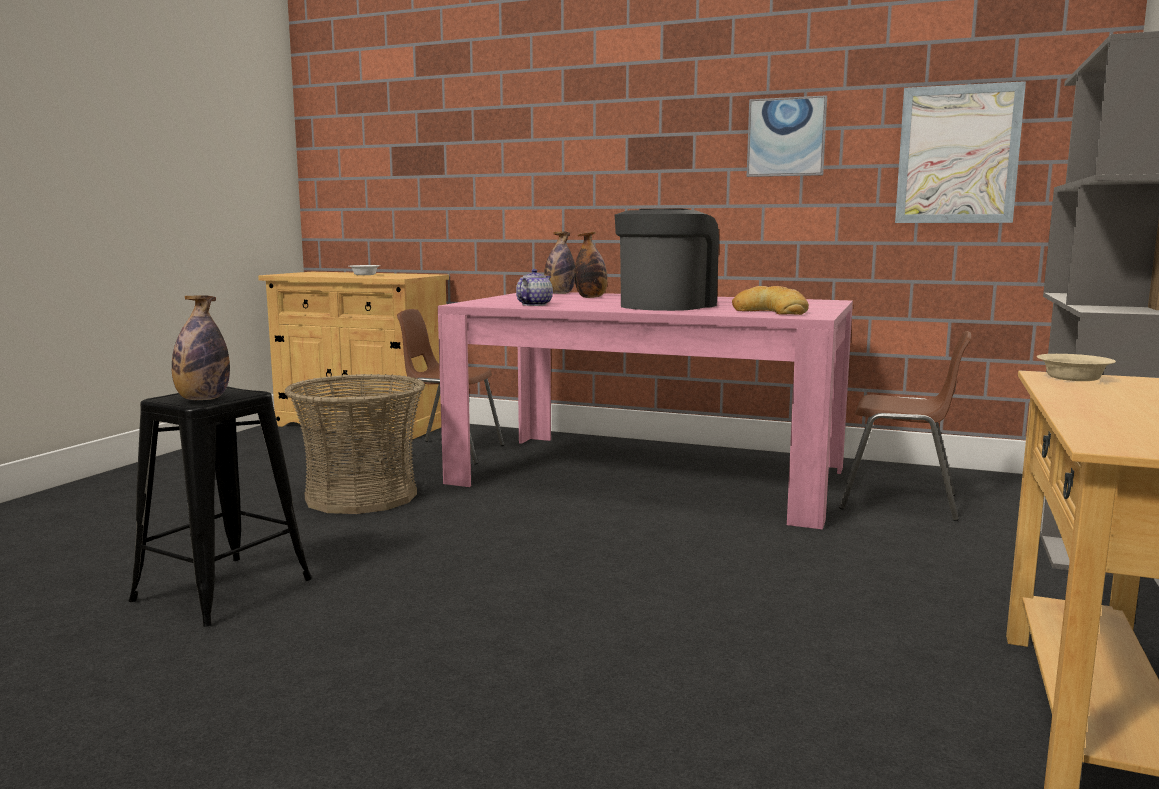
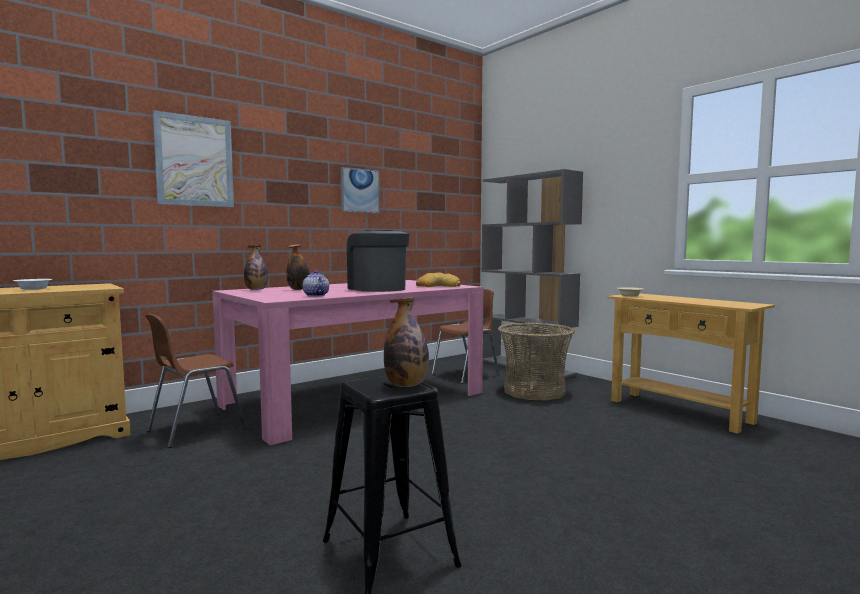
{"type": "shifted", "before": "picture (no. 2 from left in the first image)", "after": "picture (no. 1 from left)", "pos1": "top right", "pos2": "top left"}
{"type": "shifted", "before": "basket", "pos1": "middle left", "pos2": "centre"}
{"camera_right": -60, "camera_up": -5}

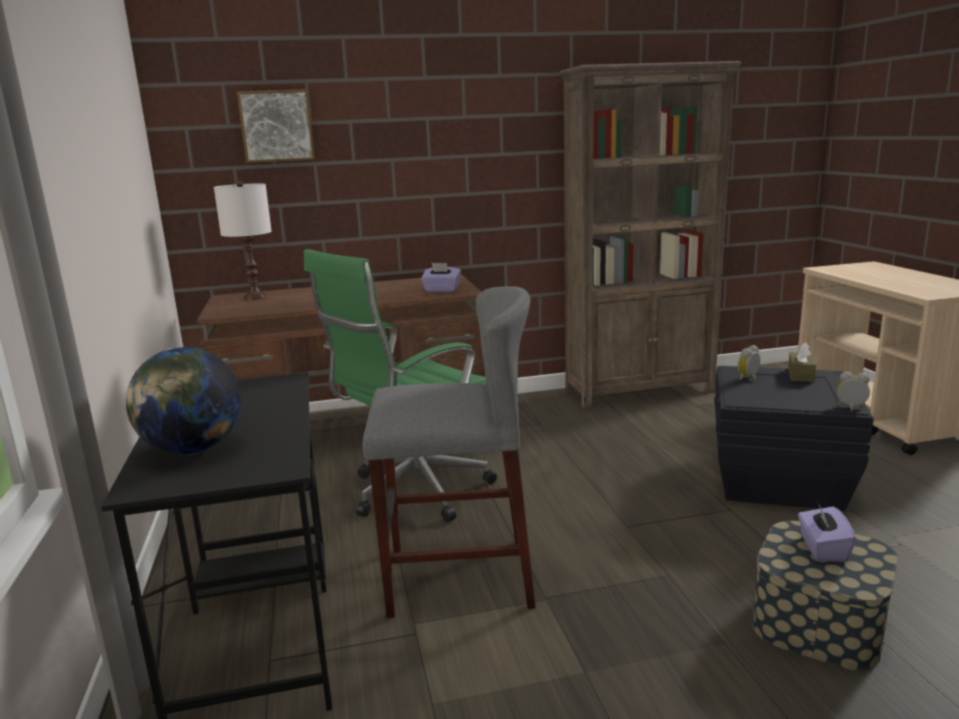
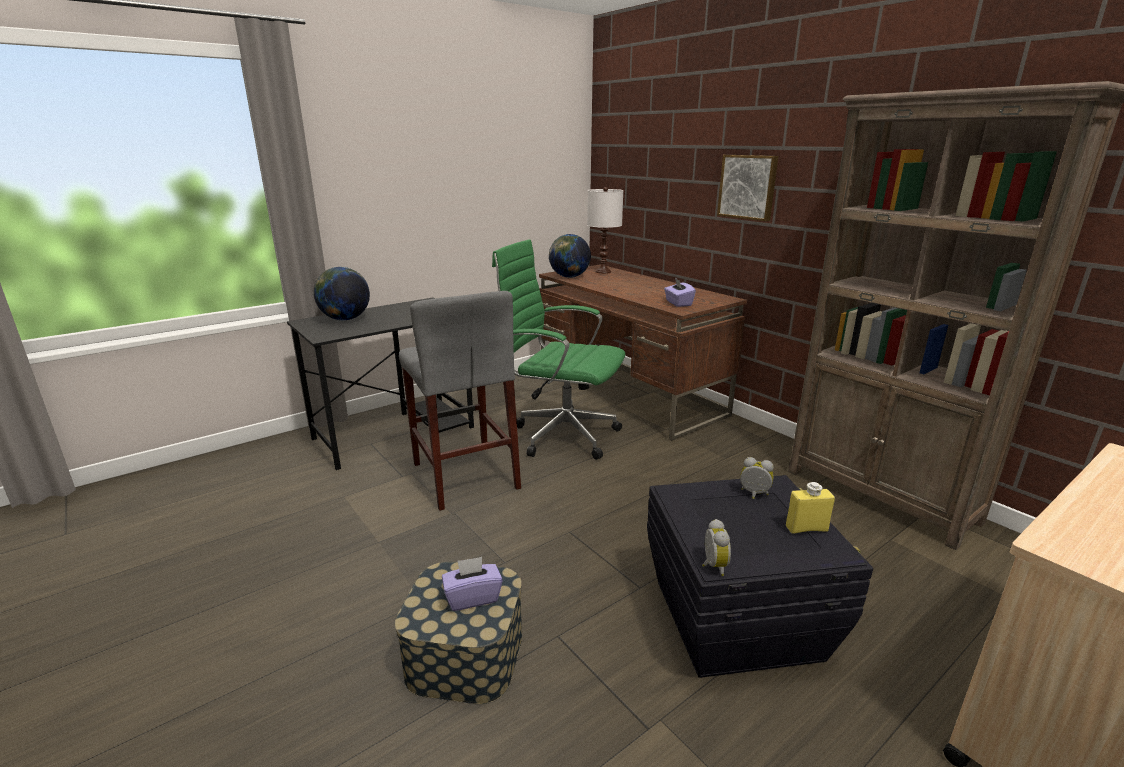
{"type": "shifted", "before": "picture", "pos1": "top left", "pos2": "top centre"}
{"type": "swapped", "before": "brown_tissue_box", "after": "yellow_bottle", "pos1": "middle right", "pos2": "middle right"}
{"type": "new", "after": "globe (no. 2 from left)", "pos2": "centre"}
{"camera_right": 65, "camera_up": 5}

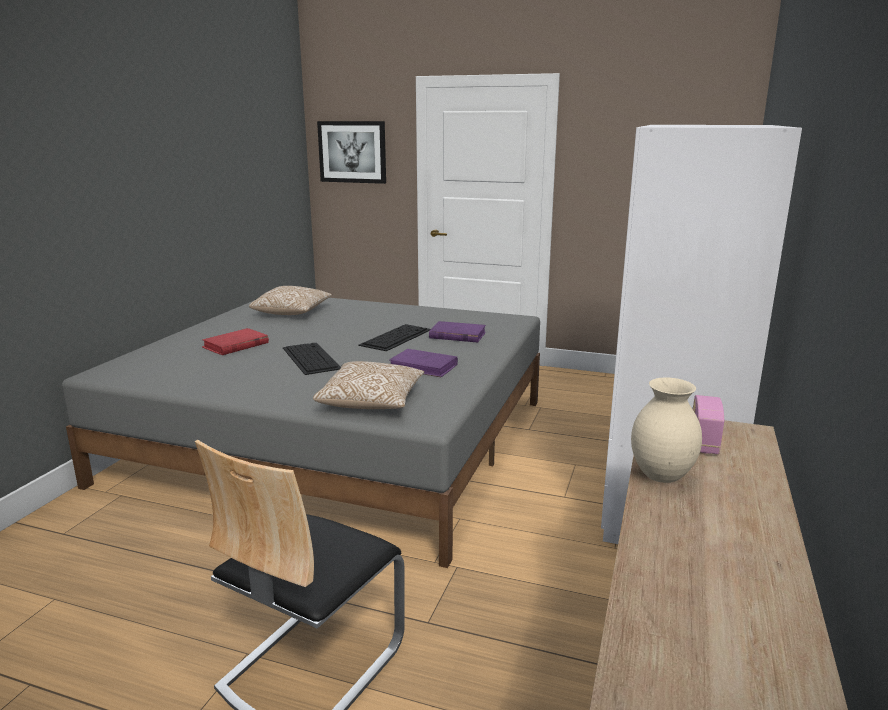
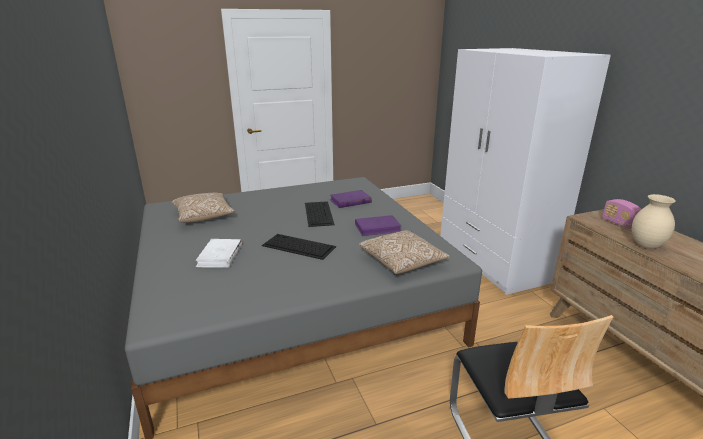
{"type": "gone", "before": "picture", "pos1": "top centre"}
{"type": "repainted", "before": "red_book", "after": "white_book", "pos1": "middle left", "pos2": "middle left"}
{"camera_right": -40, "camera_up": 5}

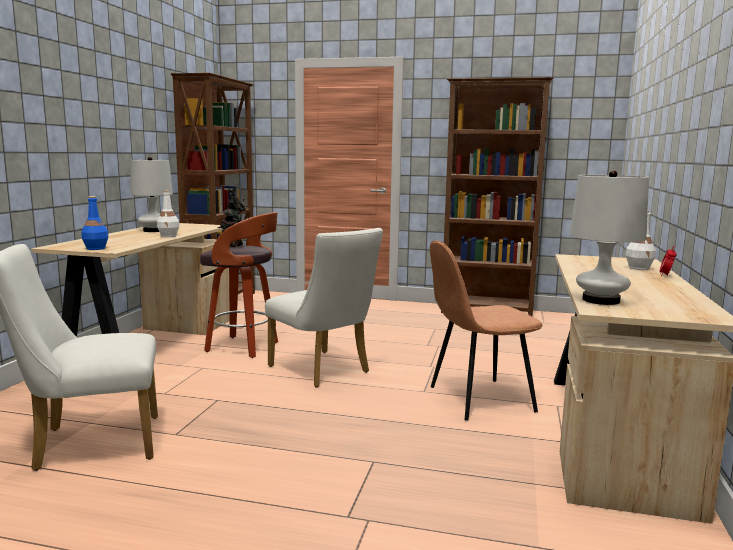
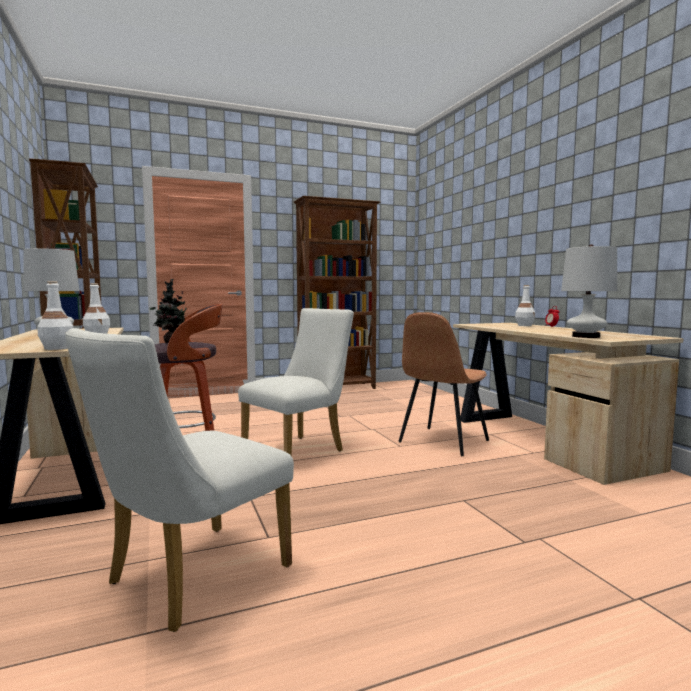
{"type": "repainted", "before": "blue_bottle", "after": "white_bottle (no. 1 from left)", "pos1": "middle left", "pos2": "middle left"}
{"type": "rotated", "before": "white_chair (no. 2 from left)", "pos1": "centre", "pos2": "centre", "turn": -60}
{"camera_right": -35, "camera_up": -5}

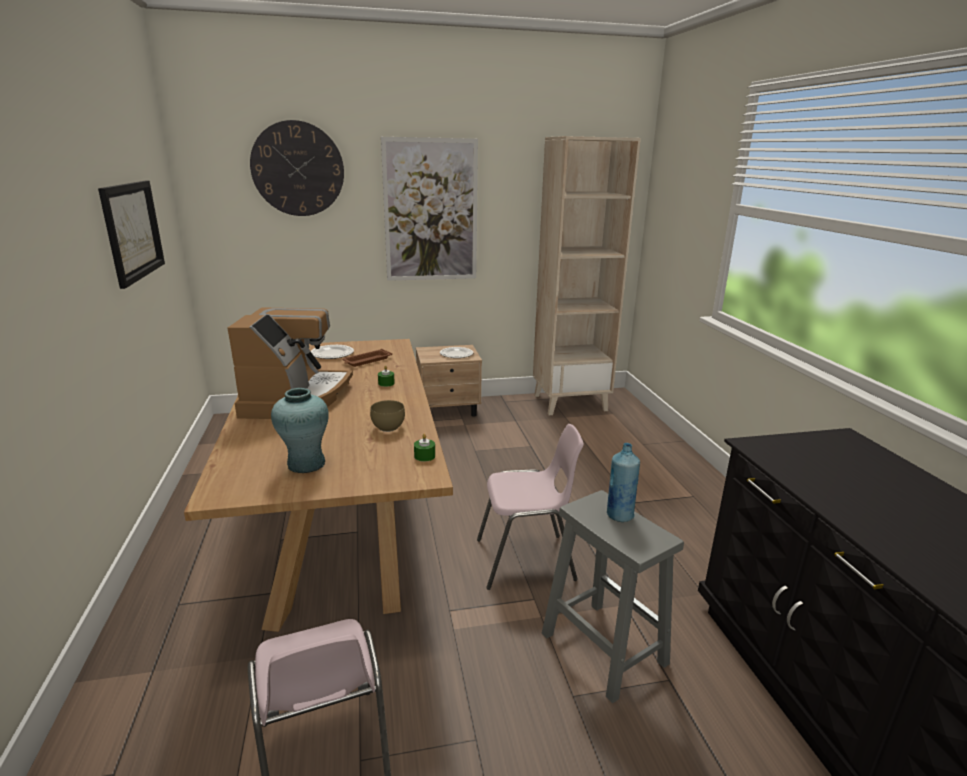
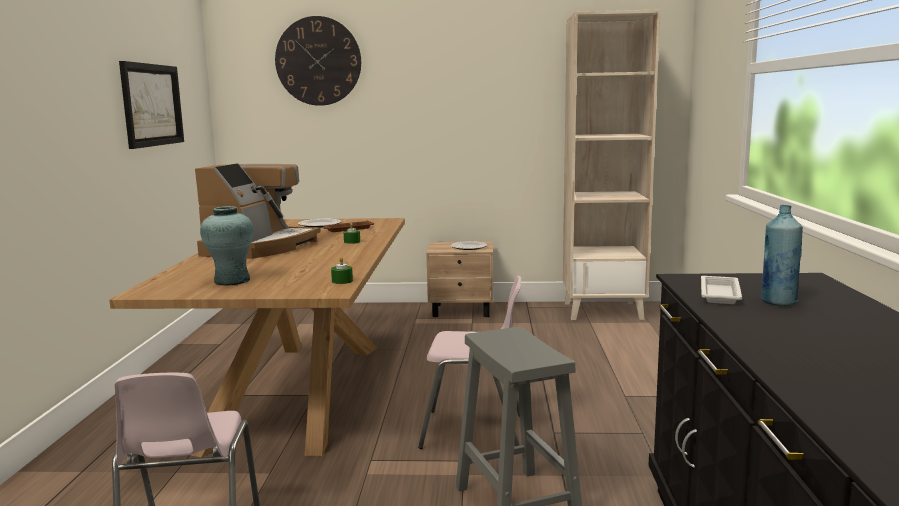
{"type": "gone", "before": "picture (no. 2 from left)", "pos1": "top centre"}
{"type": "gone", "before": "brown_bowl", "pos1": "centre"}
{"type": "shifted", "before": "blue_bottle", "pos1": "centre", "pos2": "middle right"}
{"type": "new", "after": "white_tray", "pos2": "middle right"}
{"camera_right": 15, "camera_up": -10}

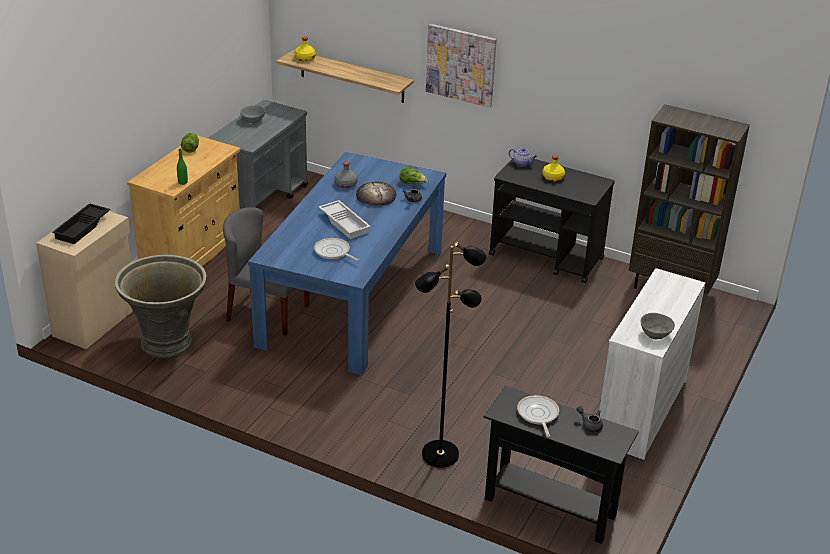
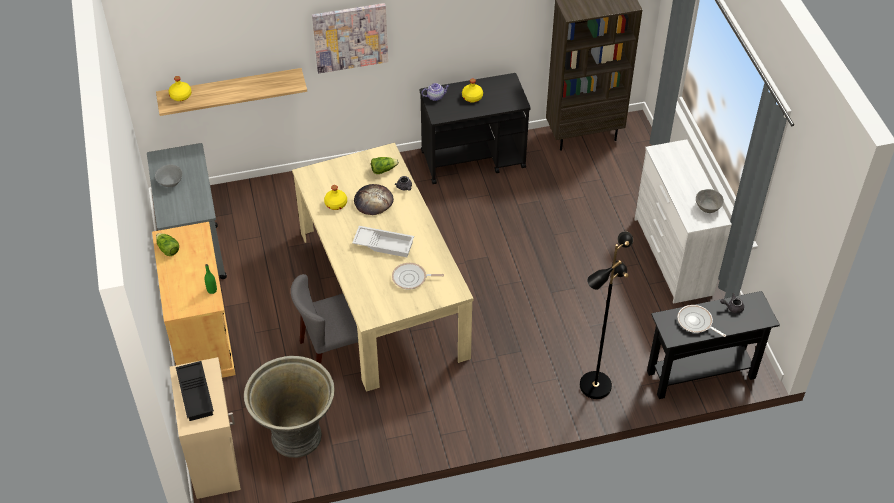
{"type": "repainted", "before": "blue_dining_table", "after": "beige_dining_table", "pos1": "centre", "pos2": "centre"}
{"type": "repainted", "before": "grey_bottle", "after": "yellow_bottle (no. 2 from left)", "pos1": "top centre", "pos2": "centre"}
{"camera_right": -40, "camera_up": 15}

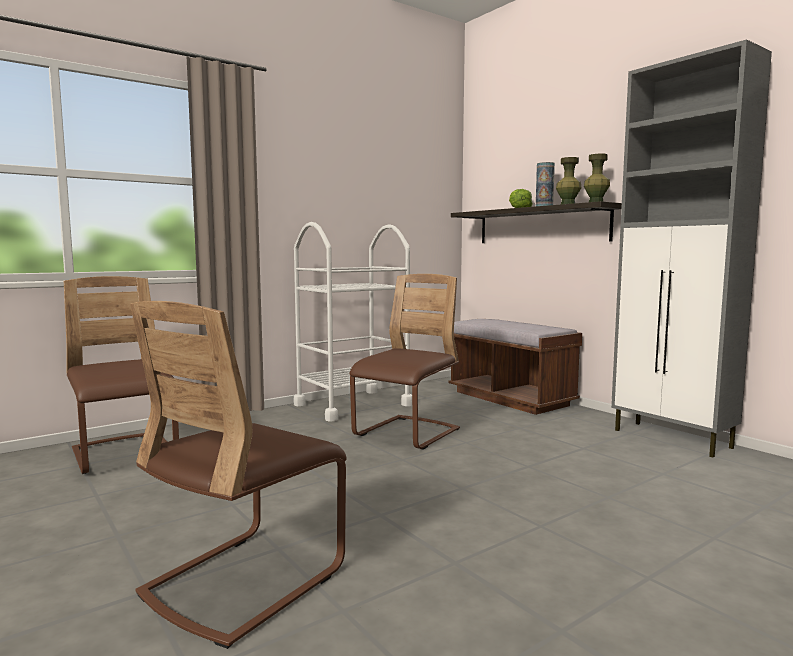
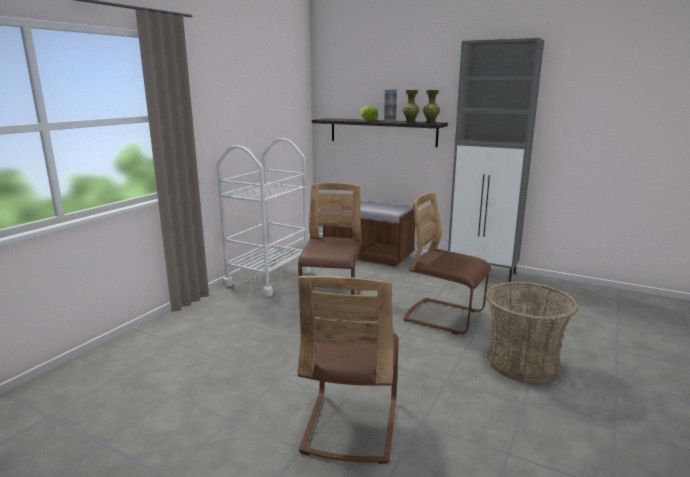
{"type": "shifted", "before": "brown_chair (no. 1 from left in the first image)", "after": "brown_chair (no. 3 from left)", "pos1": "middle left", "pos2": "centre"}
{"type": "new", "after": "basket", "pos2": "bottom right"}
{"camera_right": -25, "camera_up": 10}

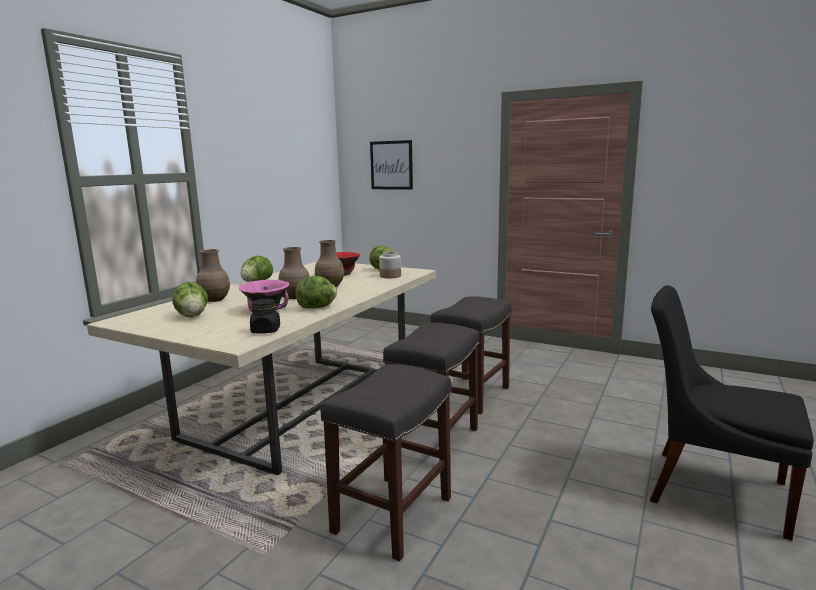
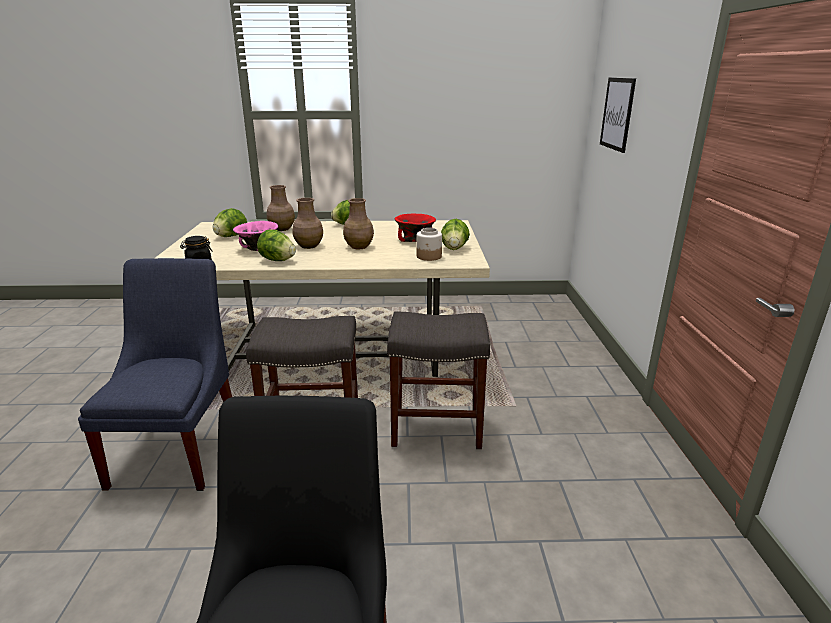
{"type": "swapped", "before": "grey_stool (no. 1 from left)", "after": "blue_chair", "pos1": "bottom centre", "pos2": "middle left"}
{"camera_right": 60, "camera_up": 10}

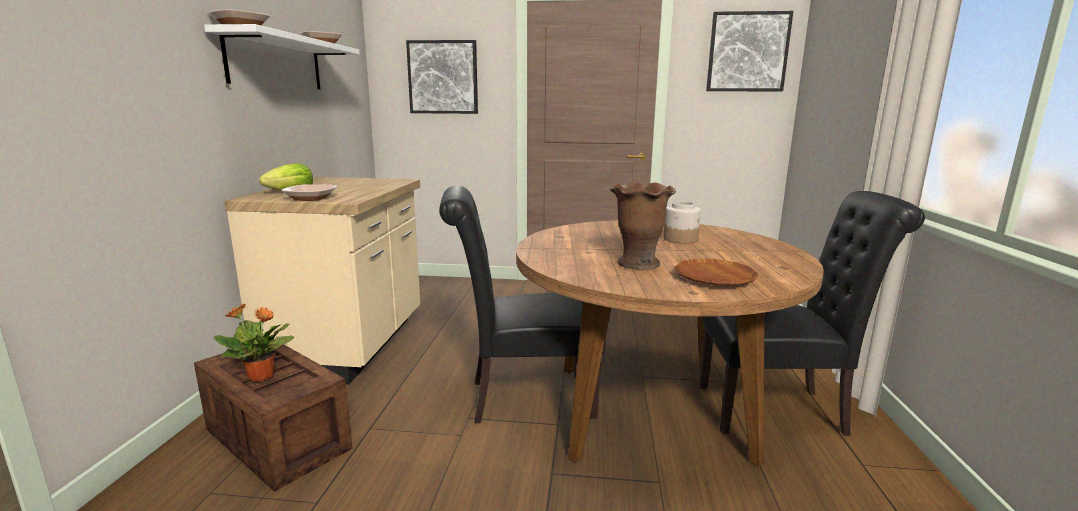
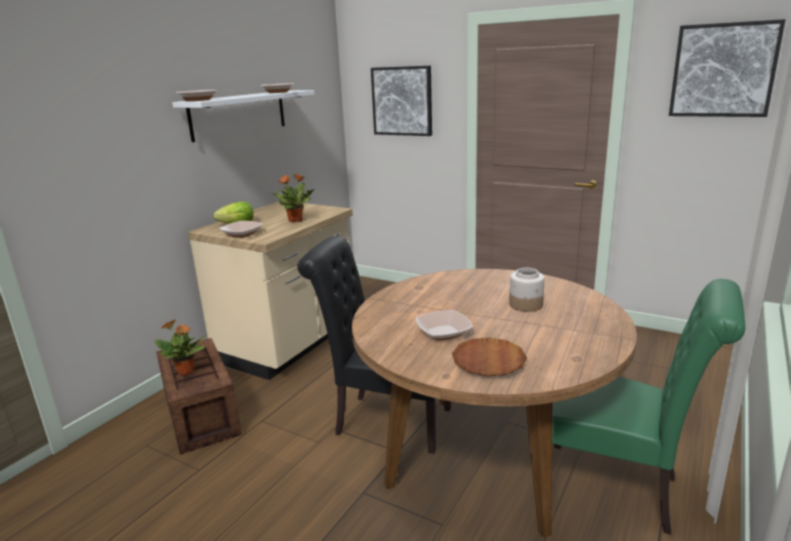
{"type": "swapped", "before": "brown_vase", "after": "bowl (no. 4 from left)", "pos1": "centre", "pos2": "centre"}
{"type": "repainted", "before": "black_chair (no. 2 from left)", "after": "green_chair", "pos1": "middle right", "pos2": "bottom right"}
{"type": "new", "after": "potted_plant (no. 2 from left)", "pos2": "centre"}
{"camera_right": 25, "camera_up": 5}

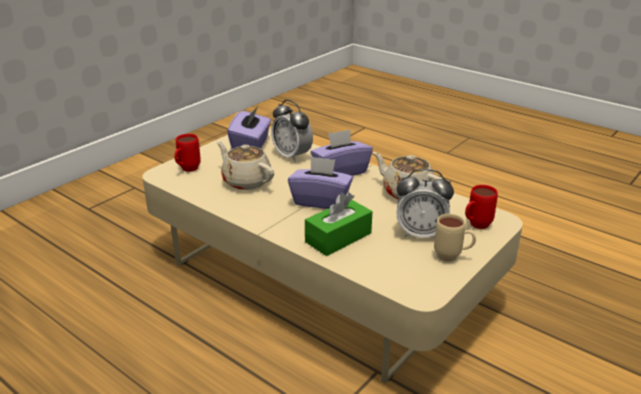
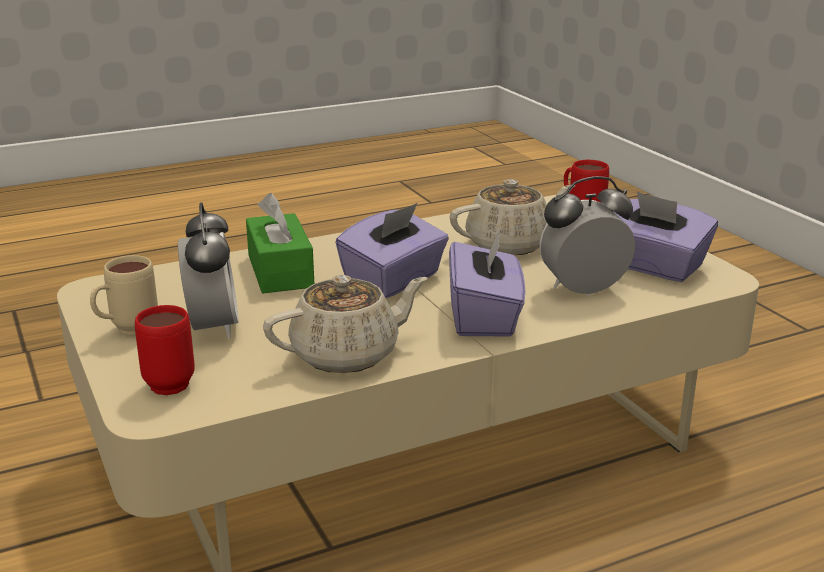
{"type": "rotated", "before": "alarm_clock (no. 2 from left in the first image)", "pos1": "centre", "pos2": "middle left", "turn": 135}
{"camera_right": 115, "camera_up": -5}

